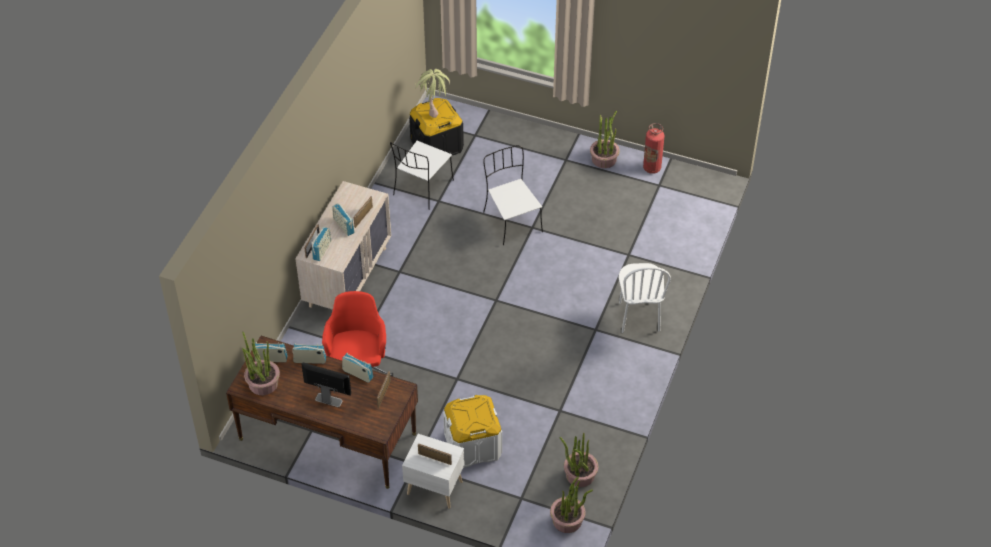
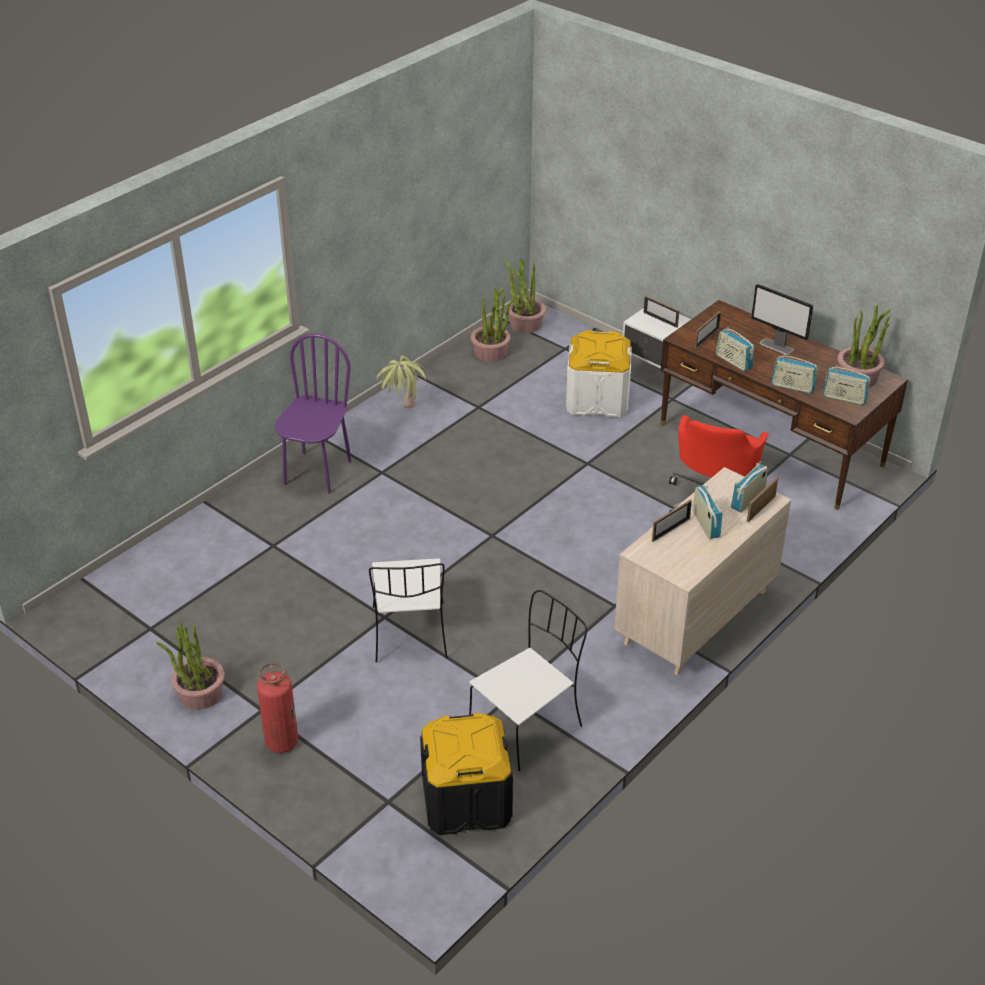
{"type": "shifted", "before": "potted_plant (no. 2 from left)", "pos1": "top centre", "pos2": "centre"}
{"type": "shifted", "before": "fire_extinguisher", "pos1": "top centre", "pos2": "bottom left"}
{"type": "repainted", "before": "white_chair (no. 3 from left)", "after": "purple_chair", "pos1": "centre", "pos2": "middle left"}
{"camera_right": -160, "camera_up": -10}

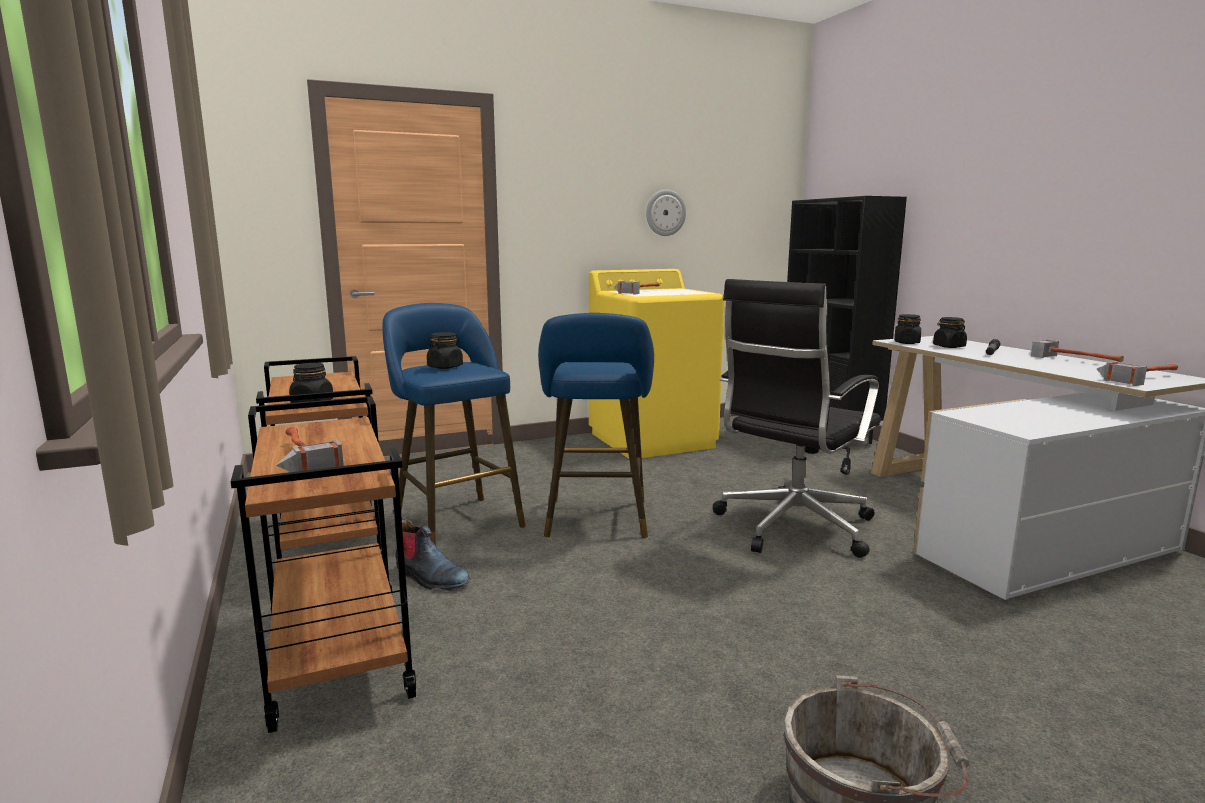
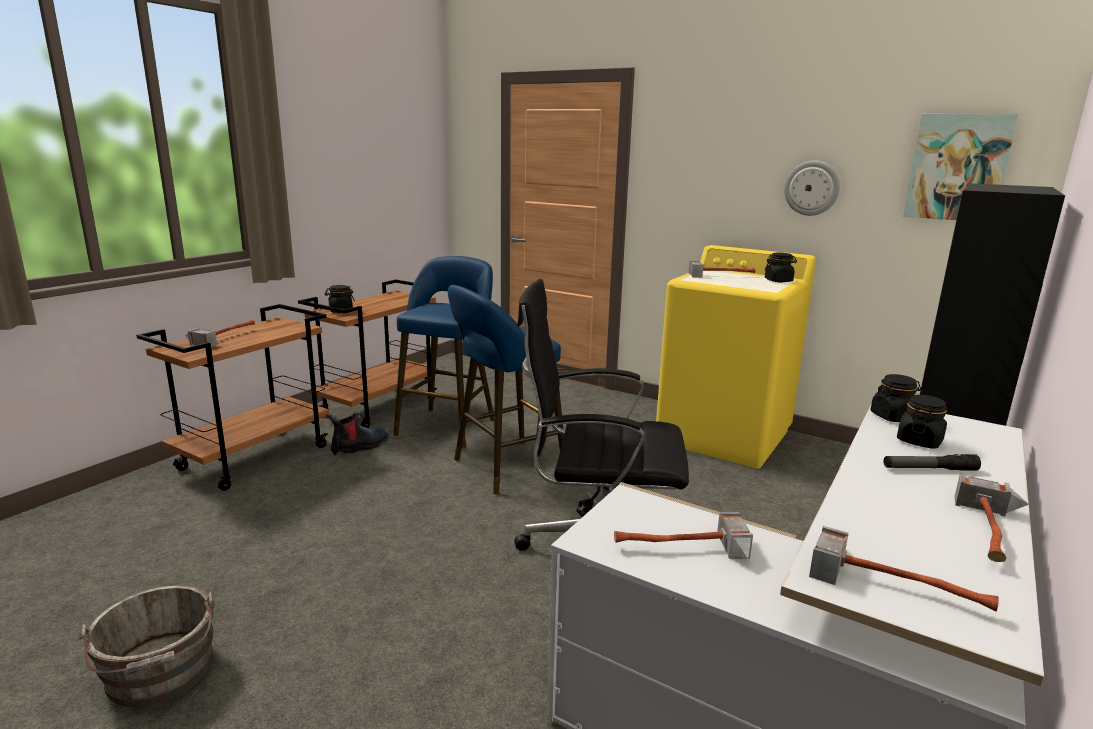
{"type": "shifted", "before": "black_jar (no. 2 from left)", "pos1": "centre", "pos2": "middle right"}
{"type": "rotated", "before": "boot", "pos1": "bottom centre", "pos2": "middle left", "turn": -135}
{"type": "new", "after": "picture", "pos2": "top right"}
{"type": "new", "after": "hammer (no. 2 from left)", "pos2": "bottom centre"}
{"camera_right": 55, "camera_up": 5}

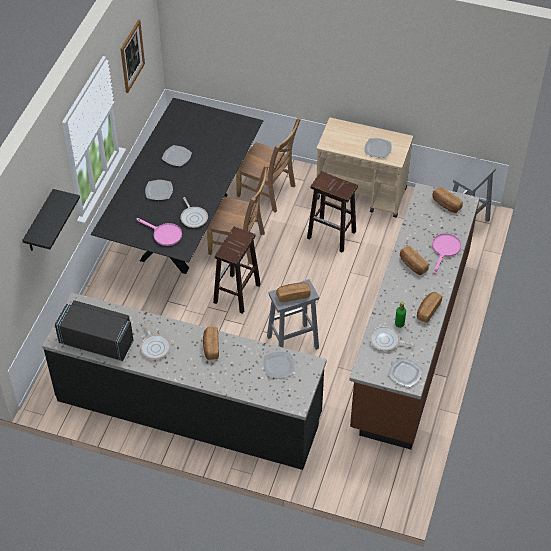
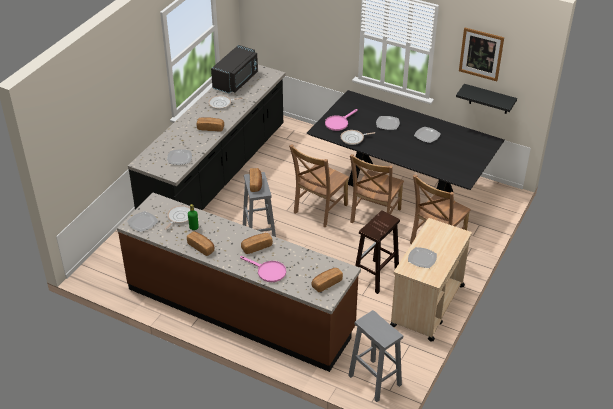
{"type": "shifted", "before": "black_shelf", "pos1": "middle left", "pos2": "top right"}
{"type": "swapped", "before": "brown_stool (no. 1 from left)", "after": "brown_chair (no. 1 from left)", "pos1": "centre", "pos2": "centre"}
{"camera_right": 100, "camera_up": -10}

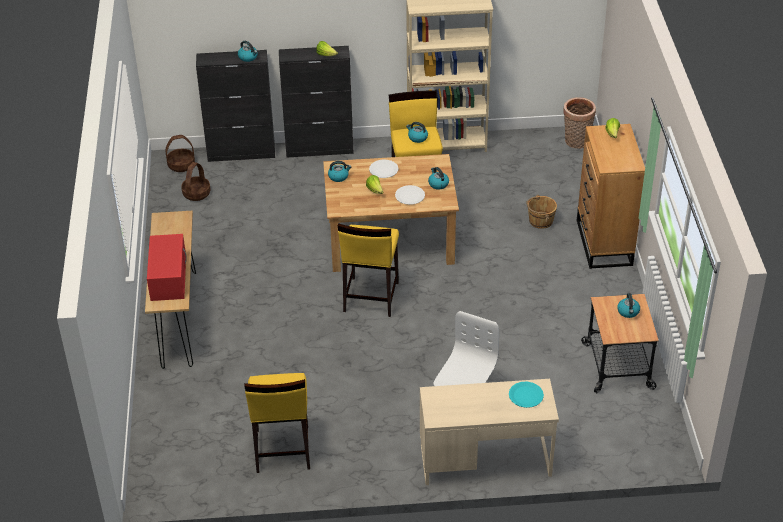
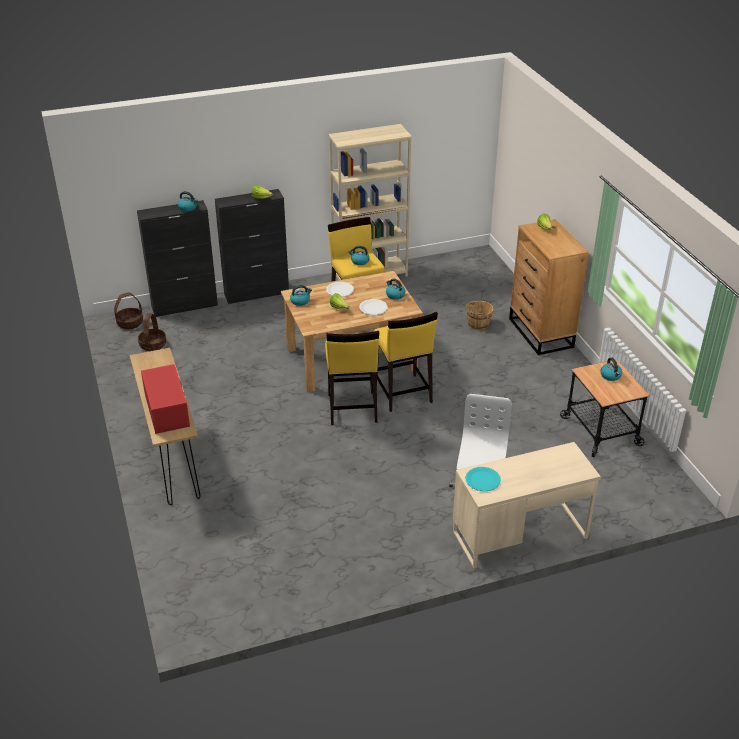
{"type": "gone", "before": "basket (no. 3 from left)", "pos1": "top right"}
{"type": "shifted", "before": "yellow_stool (no. 1 from left in the first image)", "after": "yellow_stool (no. 3 from left)", "pos1": "bottom centre", "pos2": "centre"}
{"type": "shifted", "before": "turquoise_plate", "pos1": "bottom right", "pos2": "centre"}
{"camera_right": -15, "camera_up": -5}

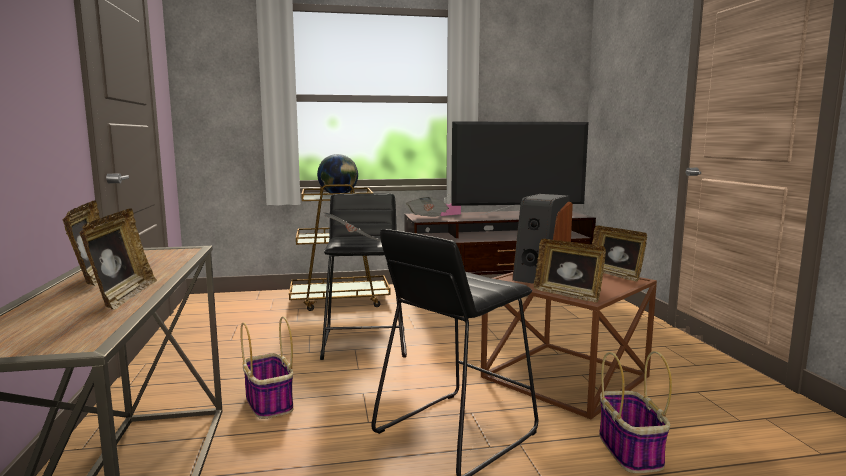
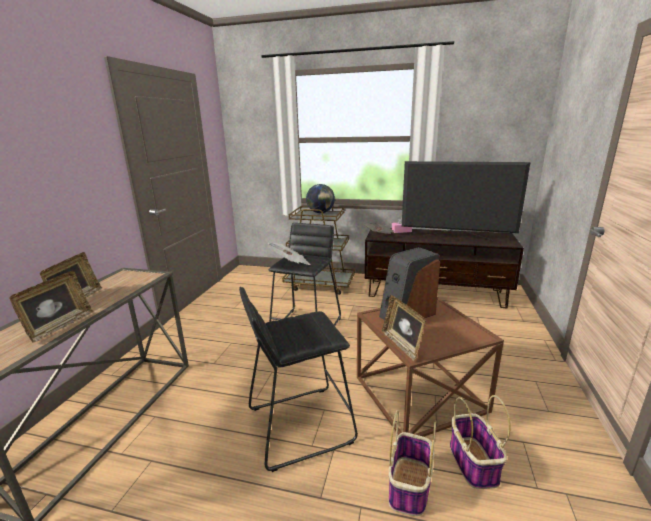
{"type": "gone", "before": "picture_frame (no. 4 from left)", "pos1": "middle right"}
{"type": "shifted", "before": "basket (no. 1 from left in the first image)", "after": "basket (no. 2 from left)", "pos1": "bottom left", "pos2": "bottom right"}
{"camera_right": 25, "camera_up": 10}

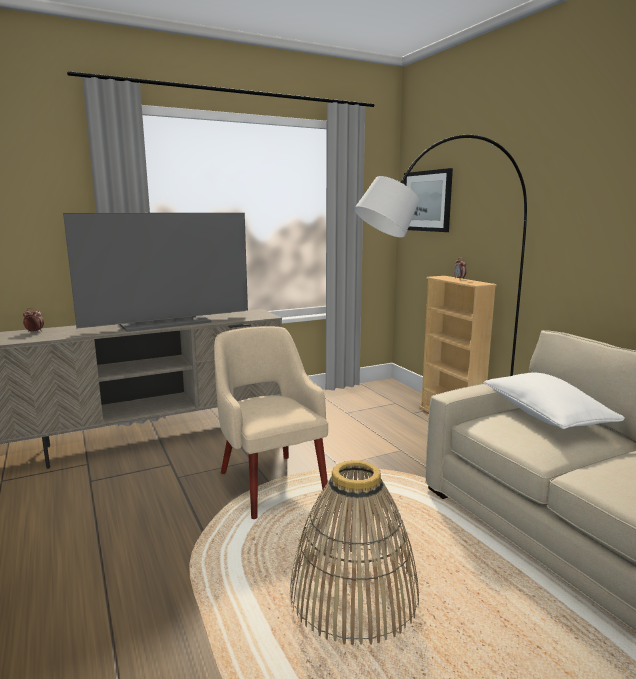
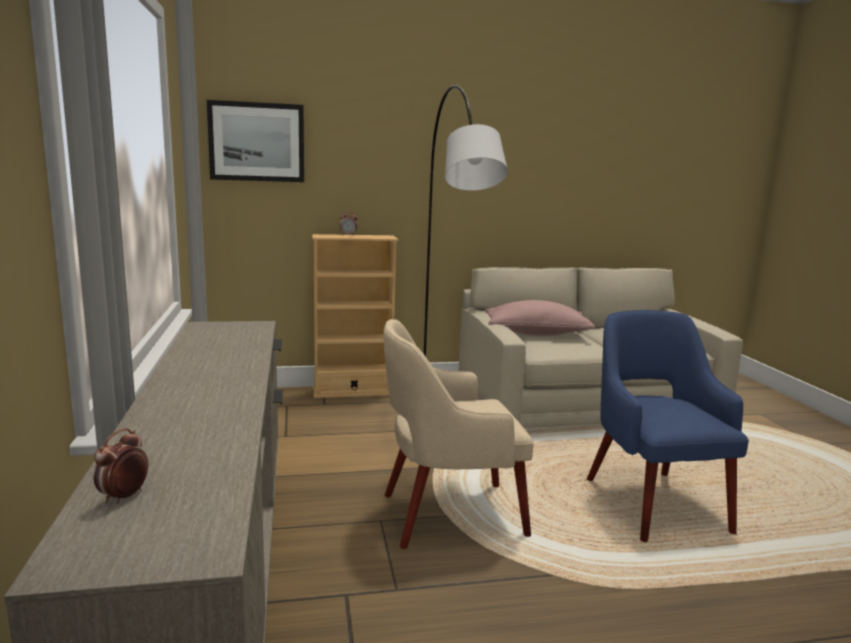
{"type": "gone", "before": "television", "pos1": "middle left"}
{"type": "repainted", "before": "white_pillow", "after": "pink_pillow", "pos1": "middle right", "pos2": "centre"}
{"type": "swapped", "before": "basket", "after": "blue_armchair", "pos1": "bottom centre", "pos2": "middle right"}
{"camera_right": -75, "camera_up": 0}

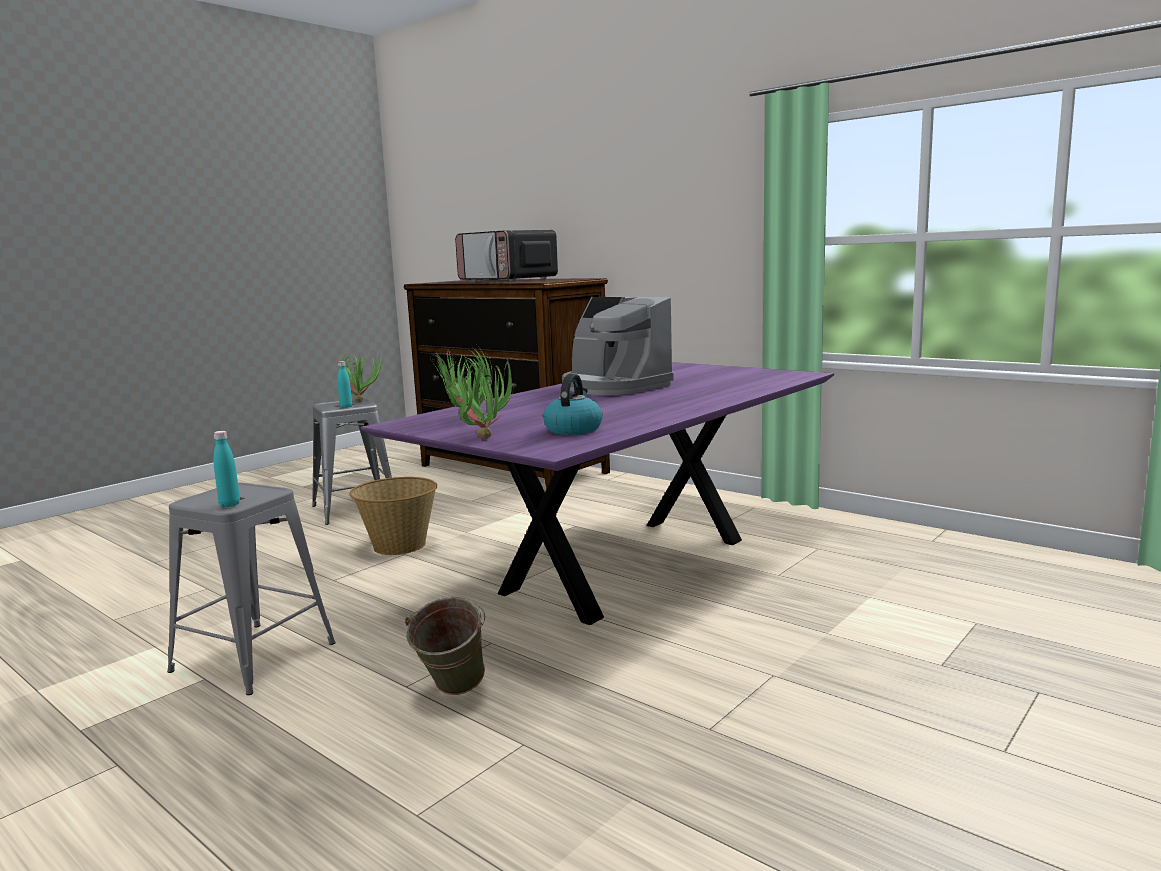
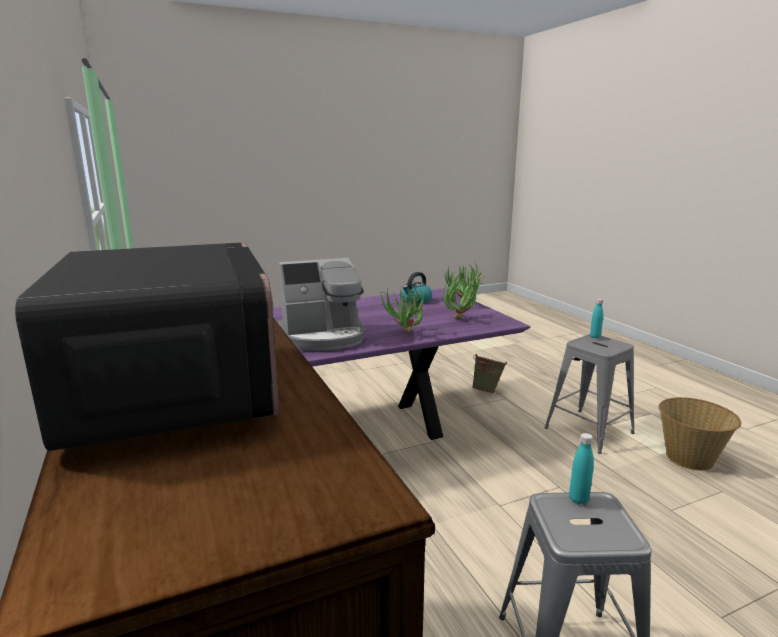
{"type": "rotated", "before": "coffee_machine", "pos1": "centre", "pos2": "centre", "turn": 90}
{"type": "shifted", "before": "potted_plant (no. 1 from left)", "pos1": "middle left", "pos2": "centre"}
{"type": "shifted", "before": "basket", "pos1": "centre", "pos2": "bottom right"}
{"camera_right": -155, "camera_up": 5}

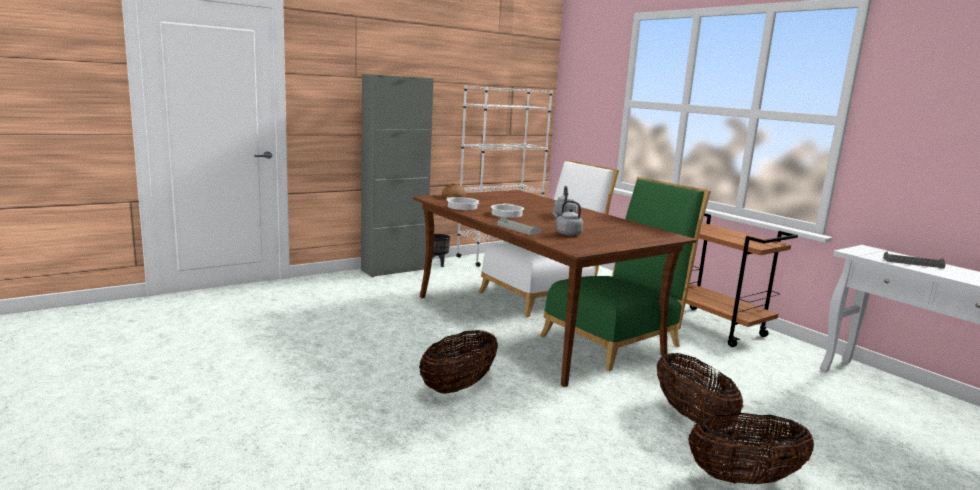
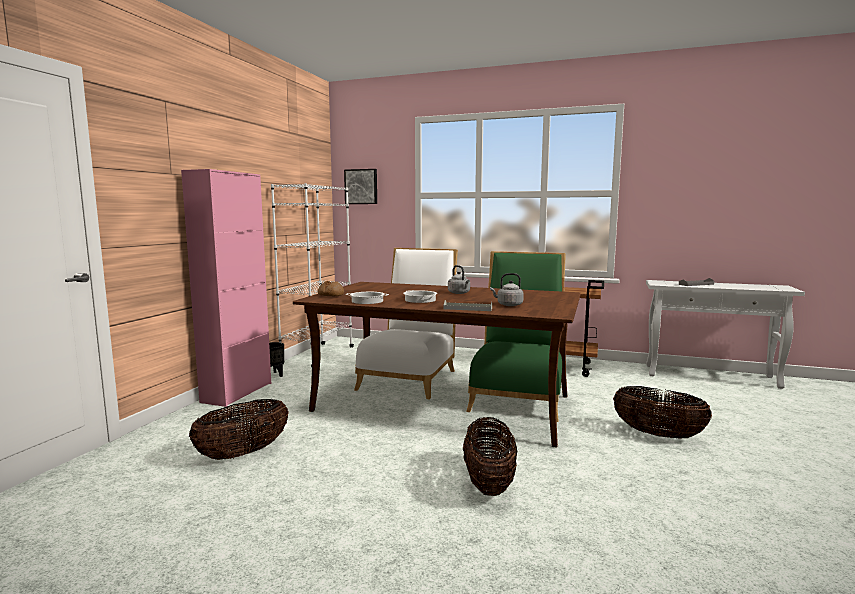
{"type": "repainted", "before": "grey_cabinet", "after": "pink_cabinet", "pos1": "centre", "pos2": "middle left"}
{"type": "shifted", "before": "basket (no. 3 from left in the first image)", "after": "basket (no. 1 from left)", "pos1": "bottom right", "pos2": "bottom left"}
{"type": "new", "after": "picture", "pos2": "top centre"}
{"camera_right": -35, "camera_up": -5}

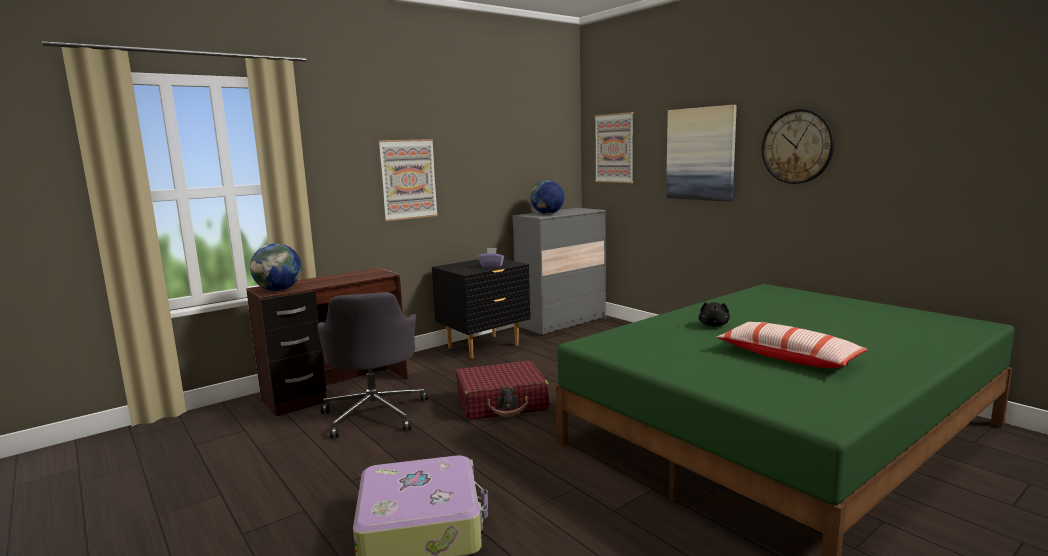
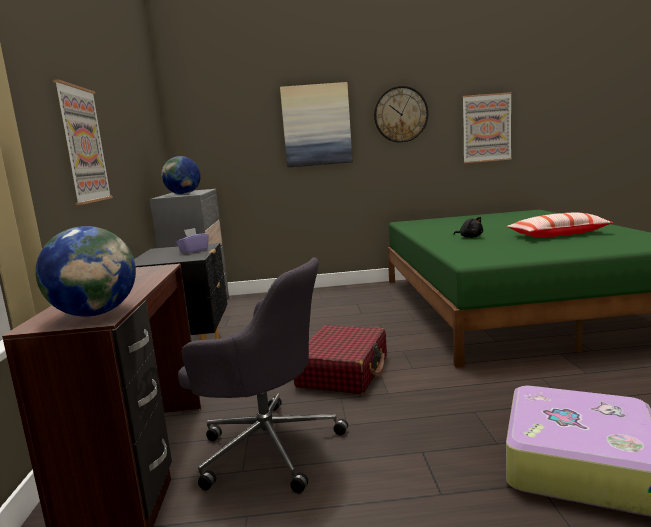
{"type": "shifted", "before": "picture (no. 2 from left in the first image)", "after": "picture (no. 3 from left)", "pos1": "top centre", "pos2": "top right"}
{"camera_right": -55, "camera_up": 0}

